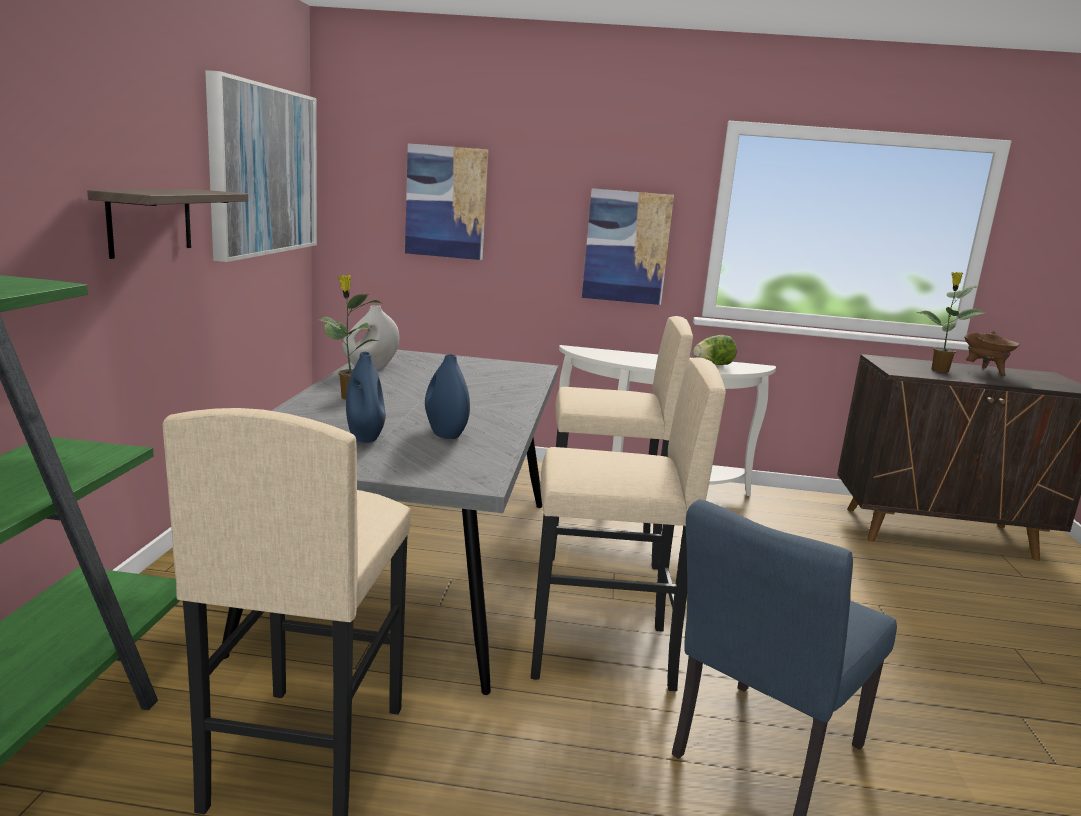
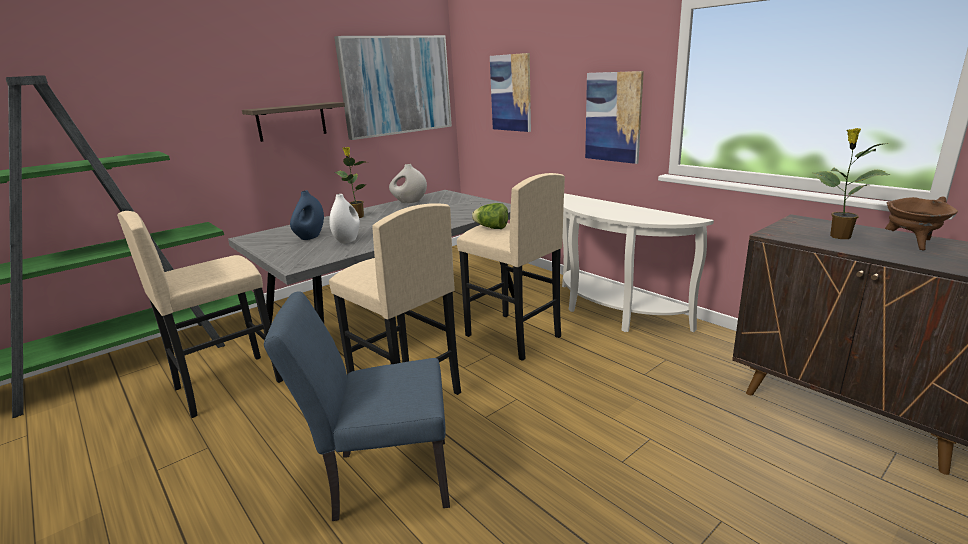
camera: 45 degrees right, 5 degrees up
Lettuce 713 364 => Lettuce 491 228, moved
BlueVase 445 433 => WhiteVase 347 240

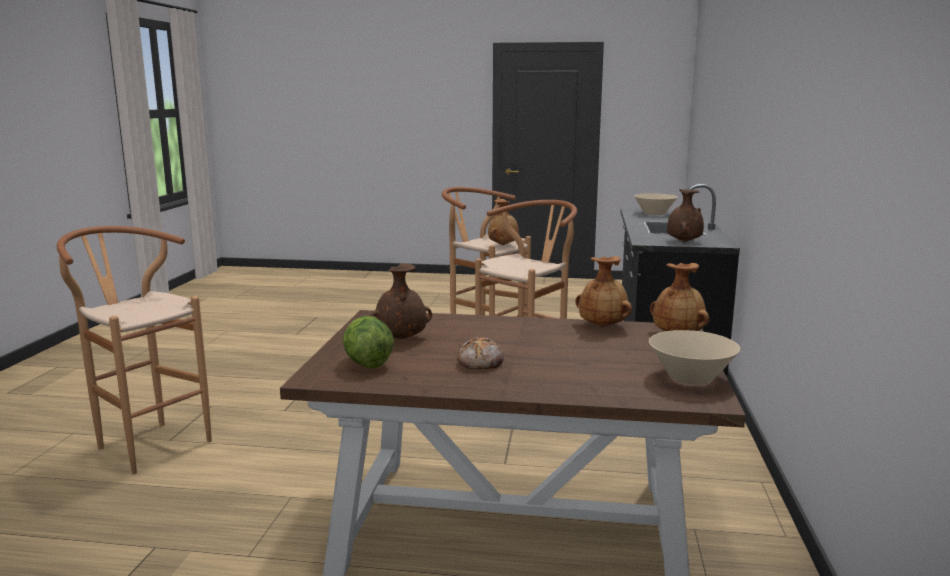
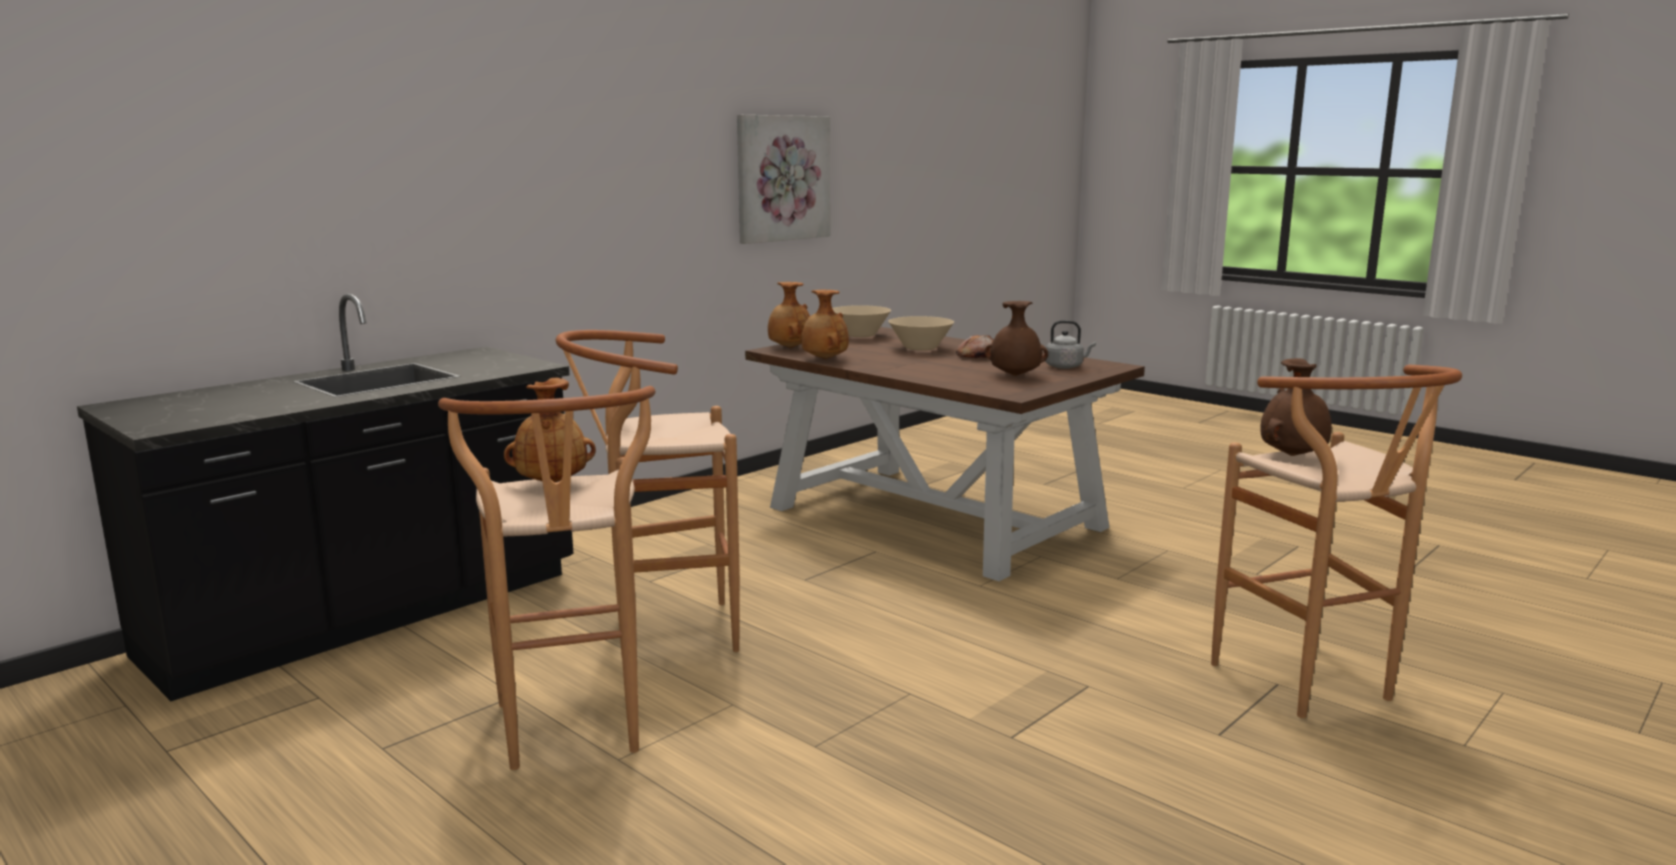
camera: 145 degrees left, 0 degrees up
BrownVase 683 241 => BrownVase 1293 455, moved
BeigeBowl 654 214 => BeigeBowl 920 348, moved
Lettuce 367 364 => GreyKettle 1066 367
nothing => Picture 782 178

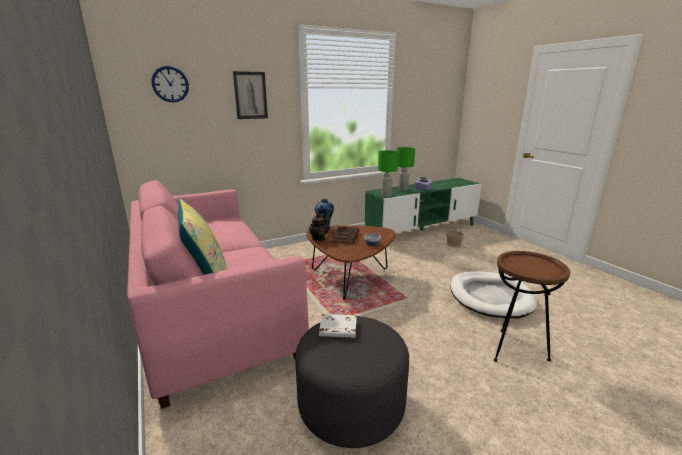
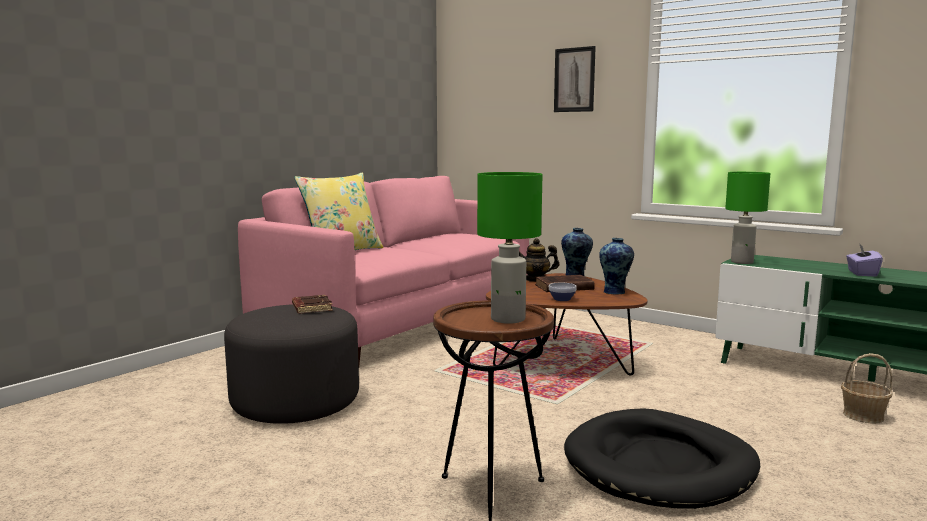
camera: 65 degrees right, 10 degrees down
WallClock 170 84 => nothing
GreenTableLamp 403 190 => GreenTableLamp 508 319, moved
WhiteDogBed 490 297 => BlackDogBed 660 465
WhiteBook 337 329 => BrownBook 311 308
nothing => Vase 615 292

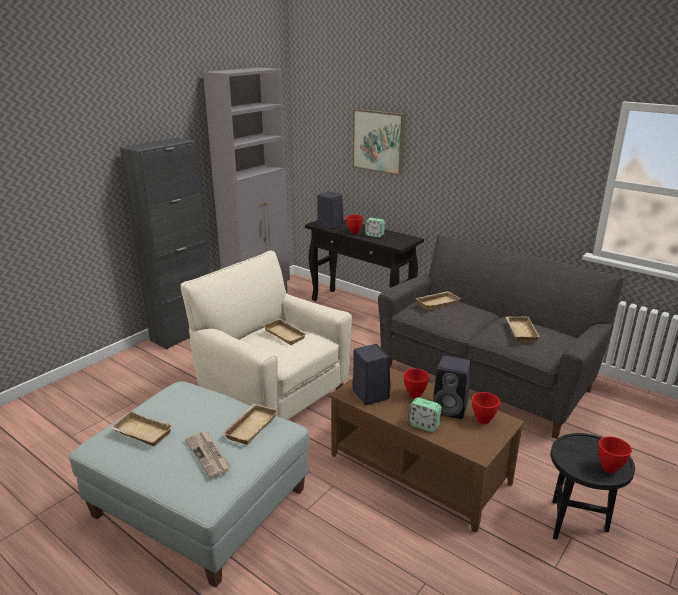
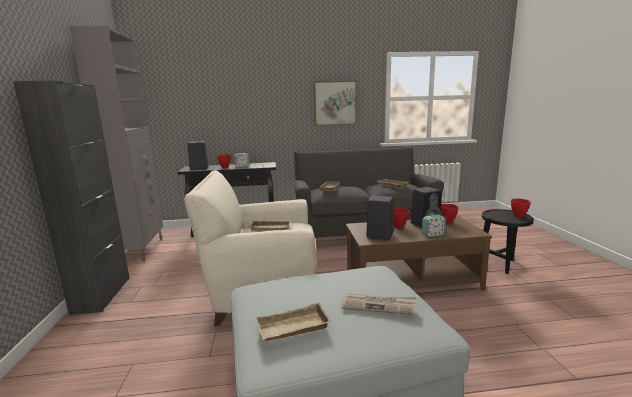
camera: 45 degrees left, 10 degrees down
Picture 378 141 => Picture 335 103, moved
BeigeTray 250 426 => nothing

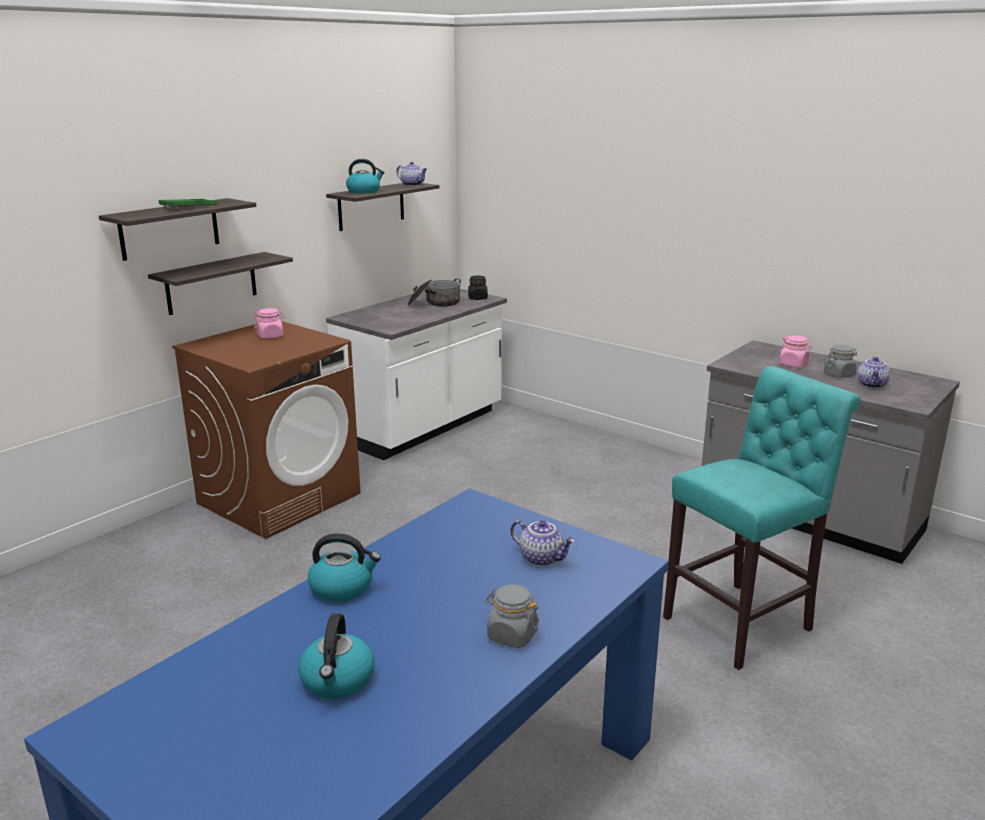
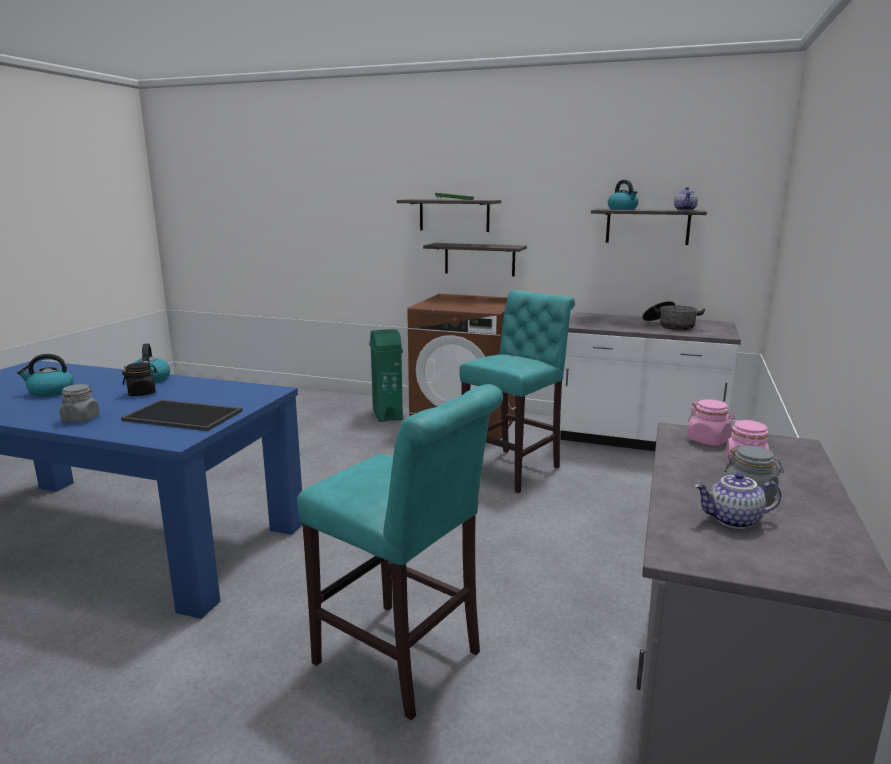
camera: 70 degrees right, 5 degrees down
BlackJar 477 298 => BlackJar 142 393, moved
PinkJar 270 336 => PinkJar 708 440, moved
Teapot 542 558 => Tray 185 415
nothing => TurquoiseStool 514 469
nothing => GreenTrashCan 387 414

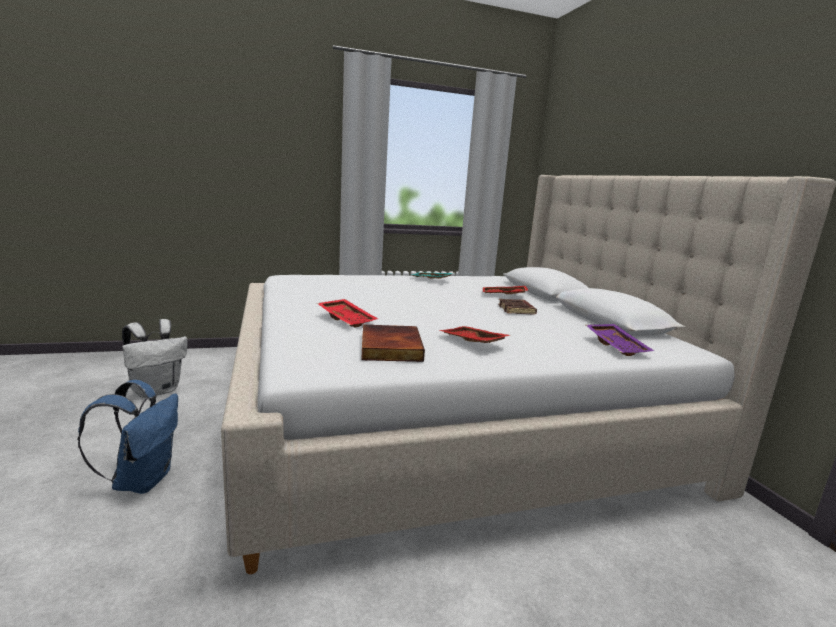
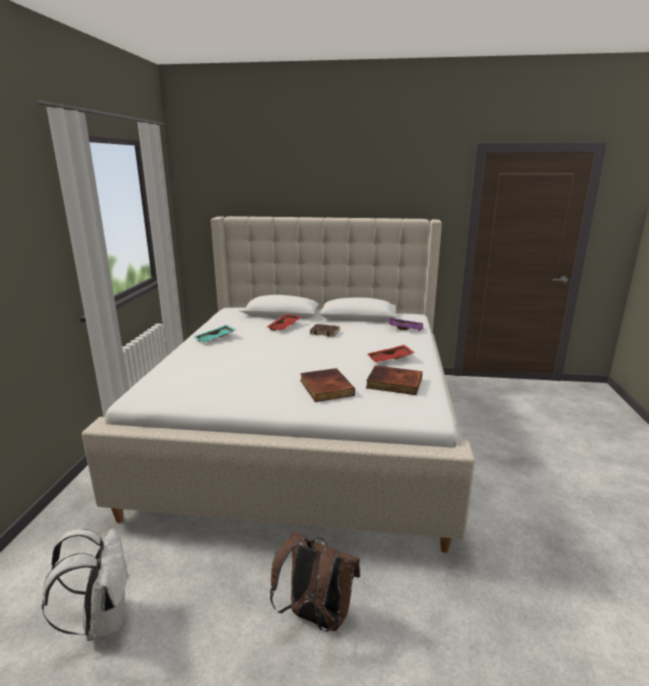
camera: 65 degrees left, 5 degrees up
RedTray 347 319 => Book 325 388
BlueBackpack 142 480 => BrownBackpack 316 616

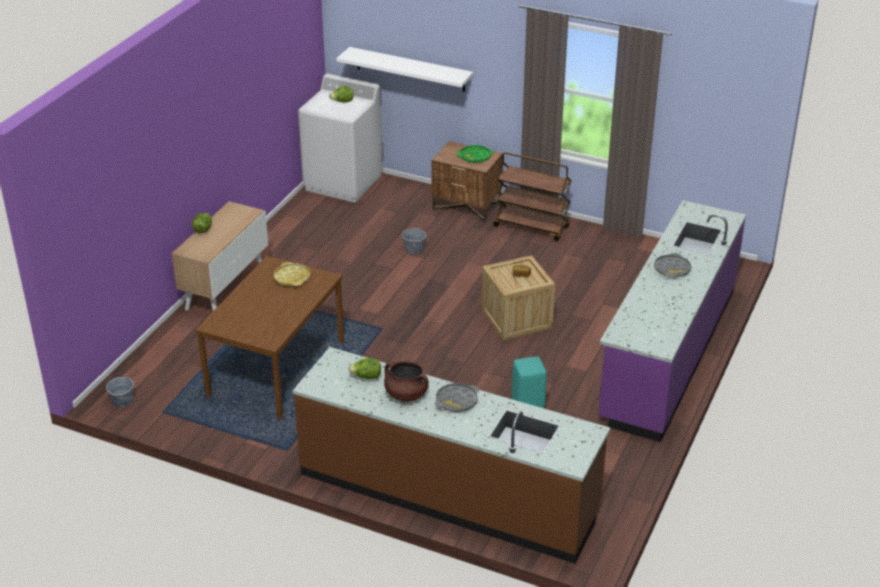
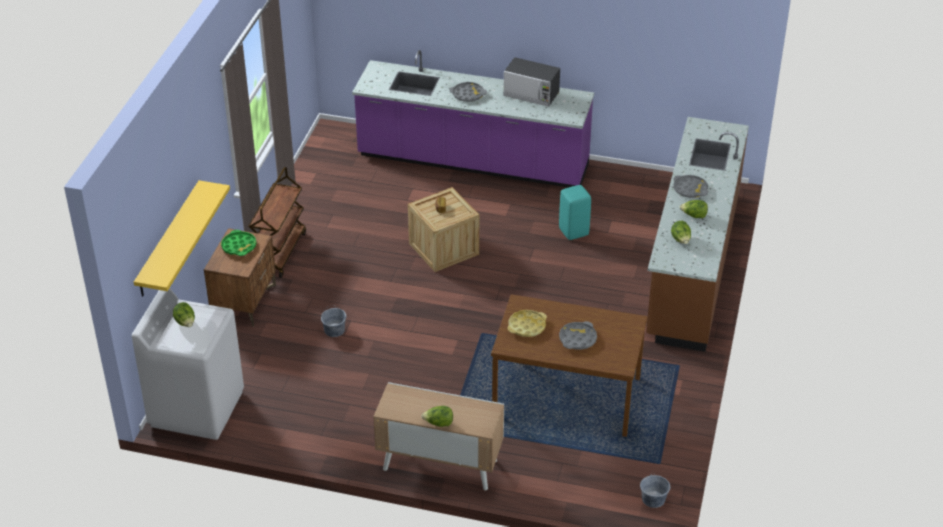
camera: 100 degrees left, 5 degrees up
WhiteShelf 410 69 => YellowShelf 169 239
BrownCookingPot 406 394 => Lettuce 694 216
nothing => Microwave 531 94
nothing => GreyTray 577 339

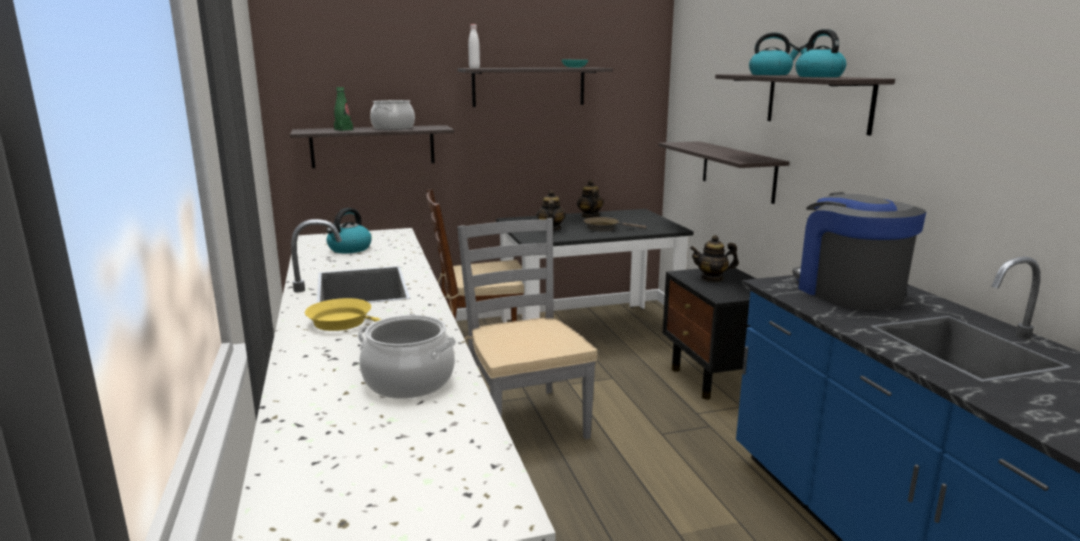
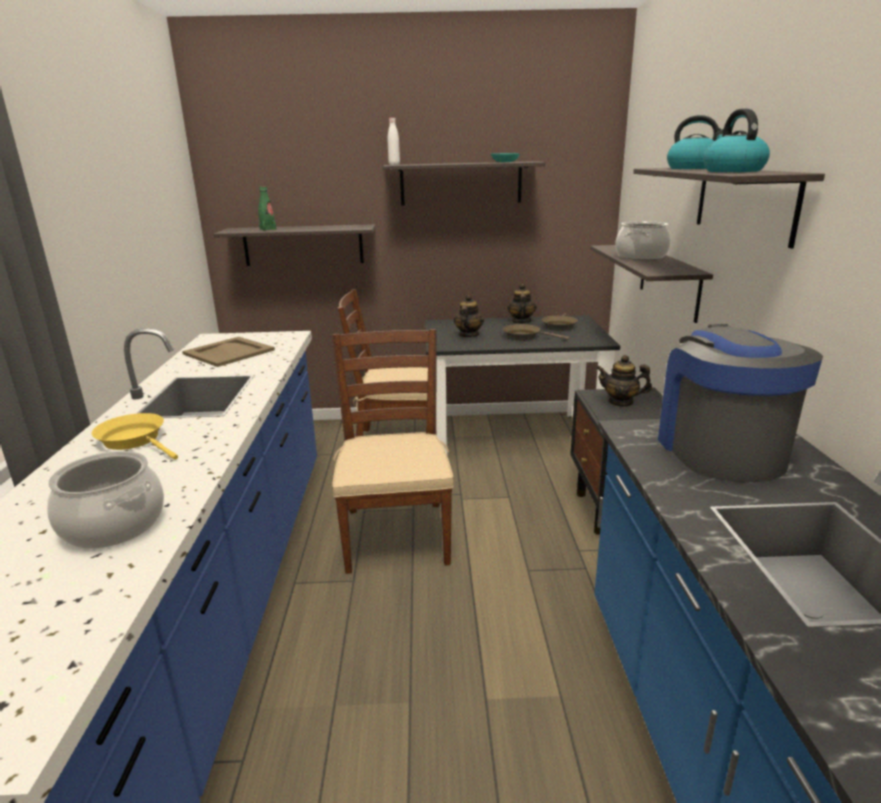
camera: 15 degrees right, 5 degrees up
CookingPot 393 128 => CookingPot 640 256, moved
Kettle 349 249 => BeigeTray 229 352
GreyChair 525 420 => BrownChair 396 534
nothing => BrownFryingPan 559 326

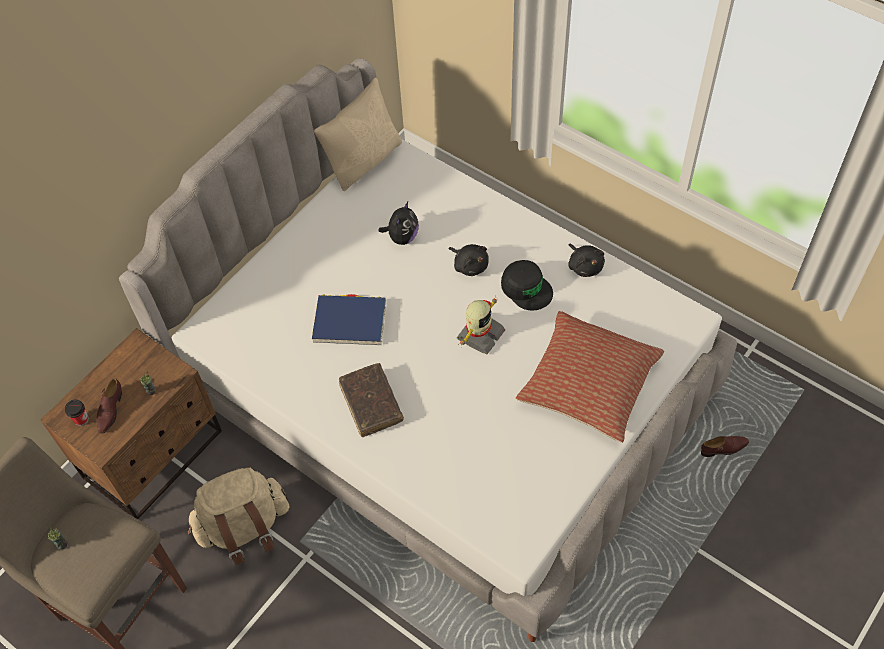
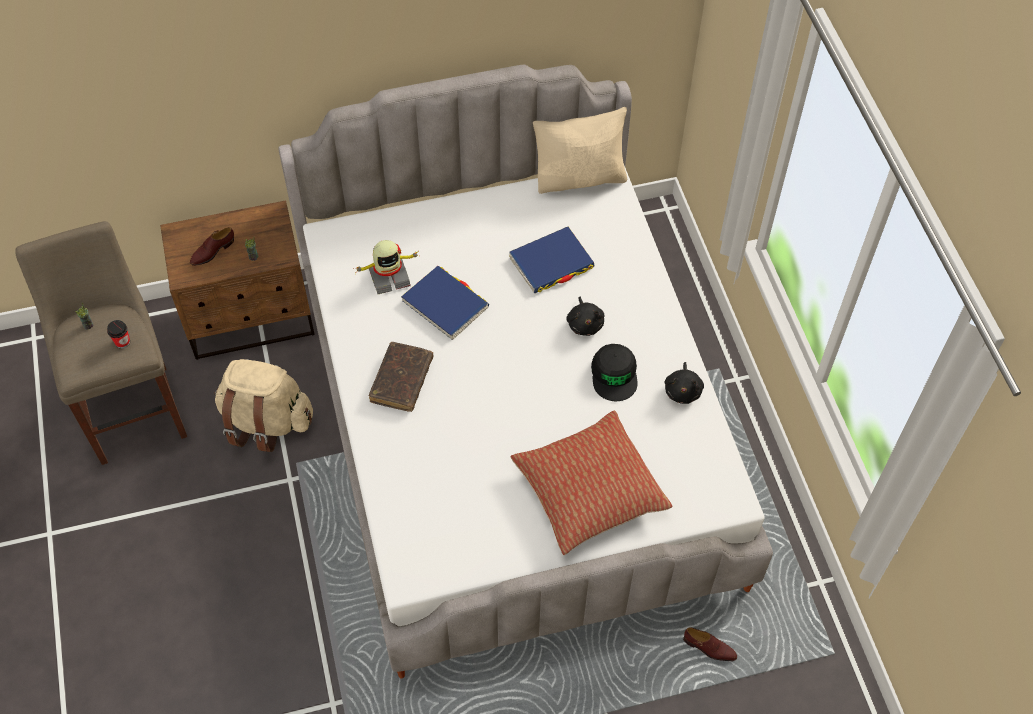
camera: 35 degrees right, 0 degrees up
PlushToy 402 237 => BlueBook 551 263
ToyRobot 479 334 => ToyRobot 389 276, moved
Cup 81 419 => Cup 122 342, moved

